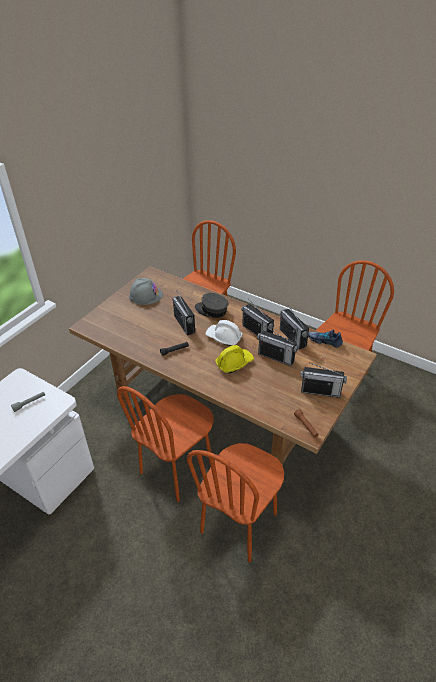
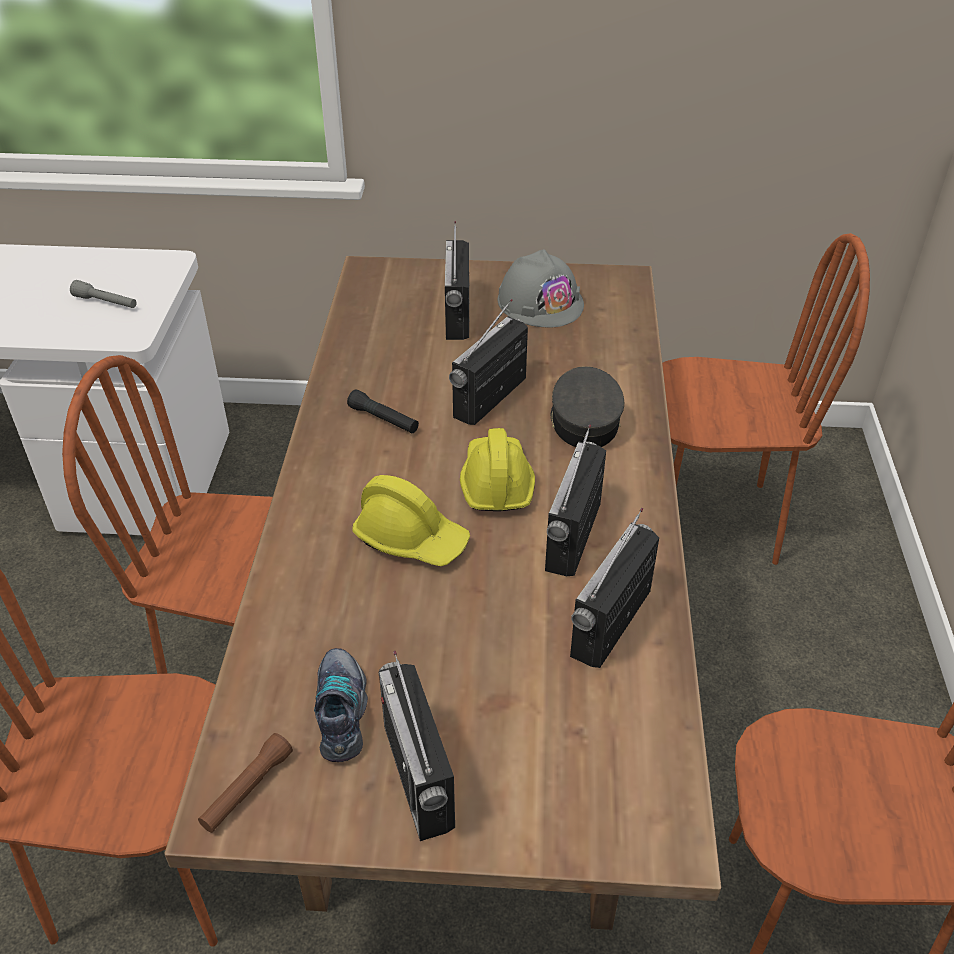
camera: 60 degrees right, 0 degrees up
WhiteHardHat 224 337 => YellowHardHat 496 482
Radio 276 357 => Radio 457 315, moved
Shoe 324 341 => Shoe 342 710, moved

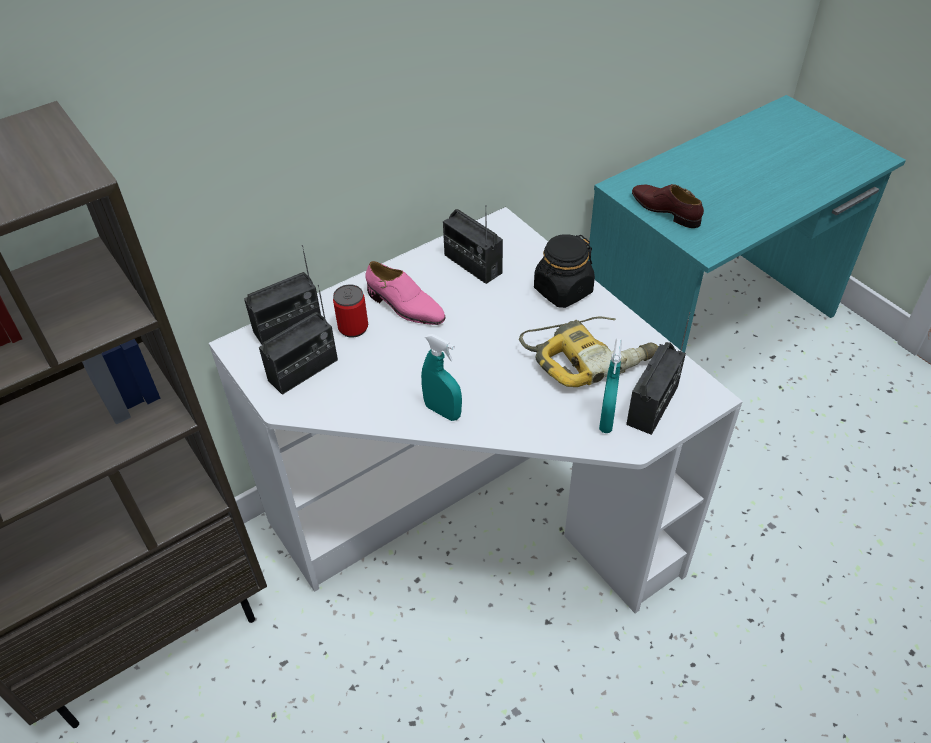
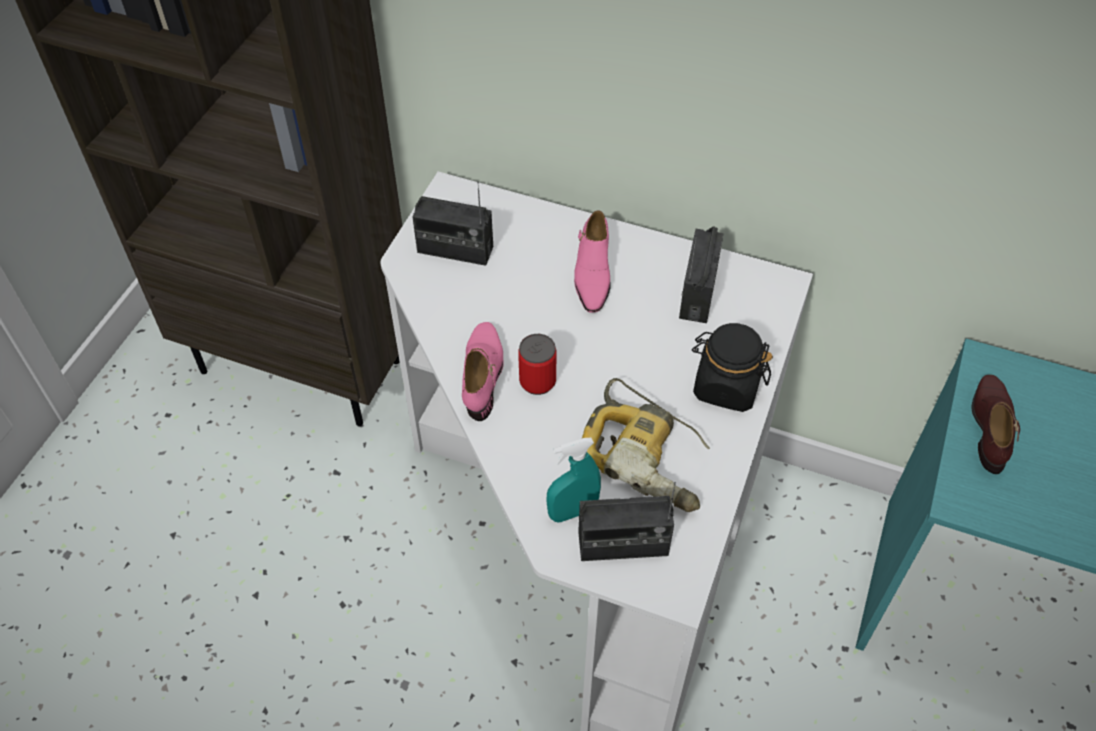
camera: 55 degrees right, 5 degrees up
Radio 288 327 => nothing
Can 353 328 => Can 537 381, moved
TurquoiseSprayBottle 442 411 => PinkShoe 483 374

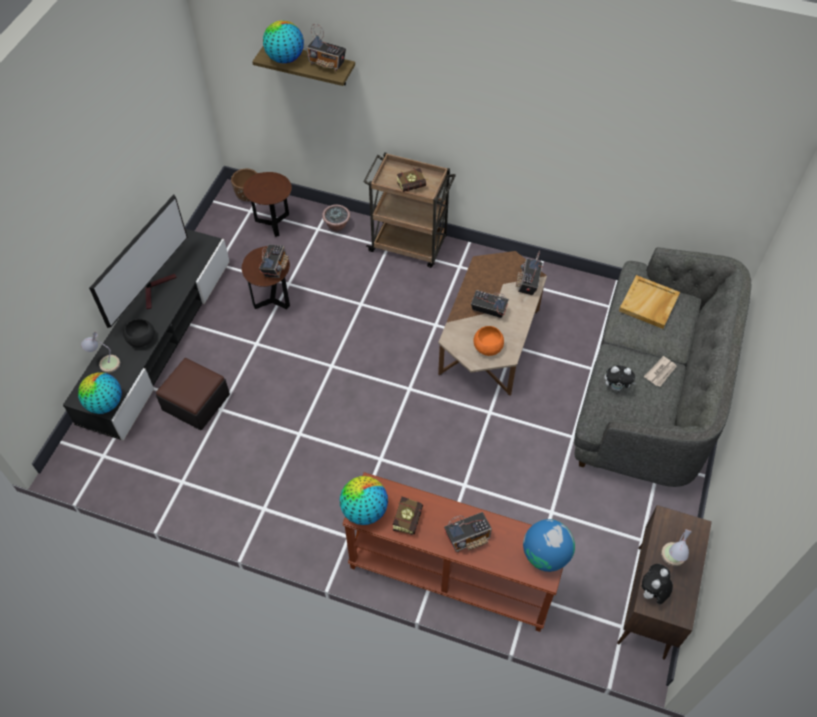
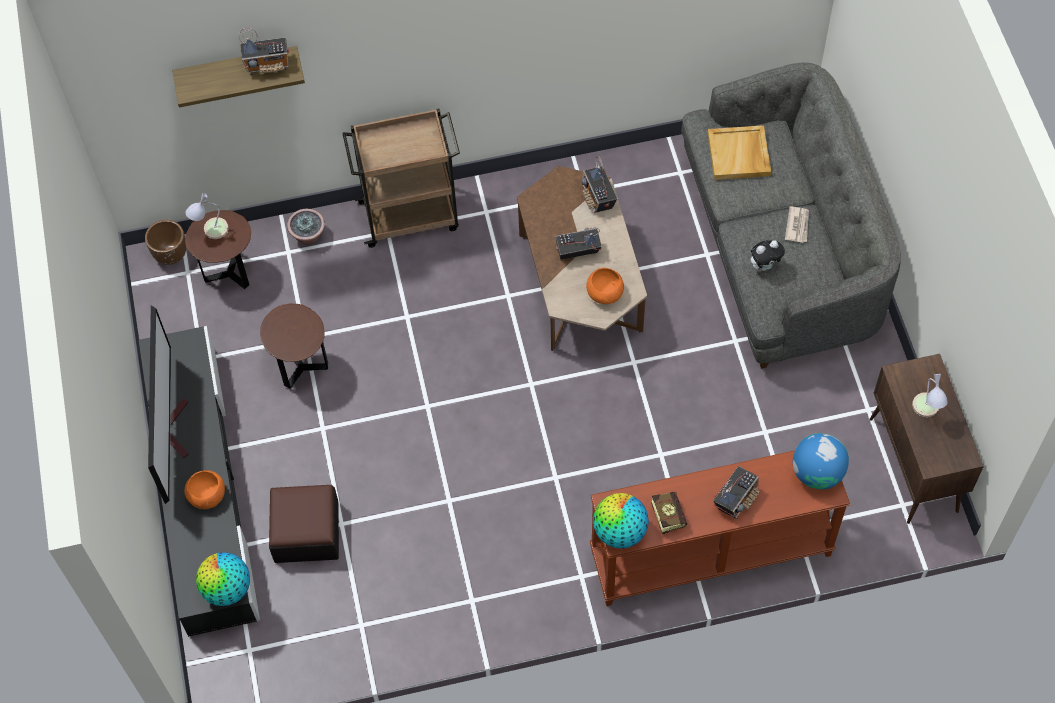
camera: 30 degrees left, 5 degrees up
Globe 285 58 => nothing
Book 414 186 => nothing
Radio 275 268 => nothing
BlackBowl 141 339 => OrangeBowl 207 496
TableLamp 105 363 => TableLamp 210 230, moved
PlushToy 652 593 => nothing

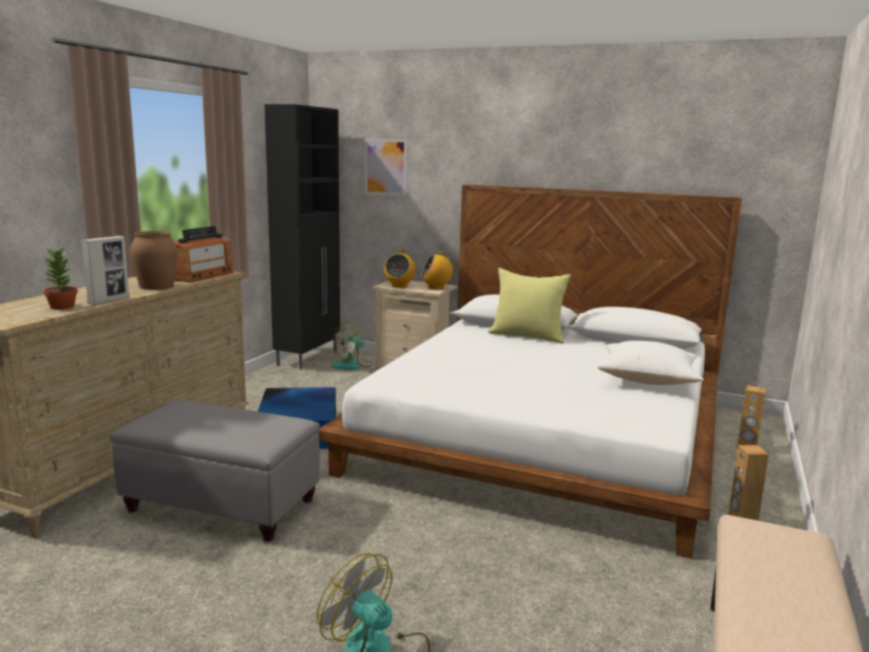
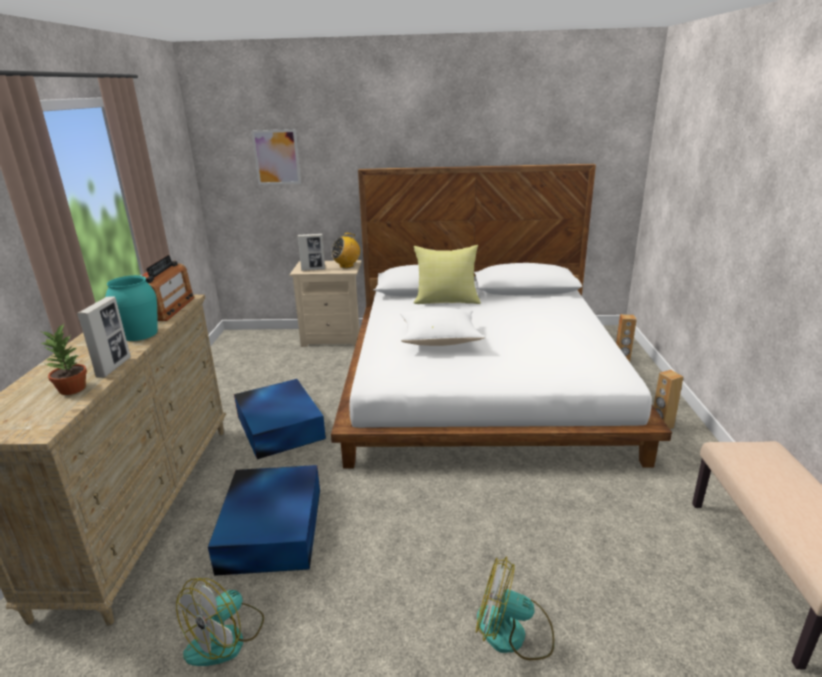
camera: 20 degrees left, 10 degrees up
BlackCabinet 309 358 => nothing
BrownVase 156 286 => TurquoiseVase 139 334
Radio 399 286 => PictureFrame 313 269
Fan 352 365 => Fan 226 637, moved
WhitePillow 649 380 => WhitePillow 440 340, moved
GreyOttoman 223 505 => BlueStorageBox 273 527

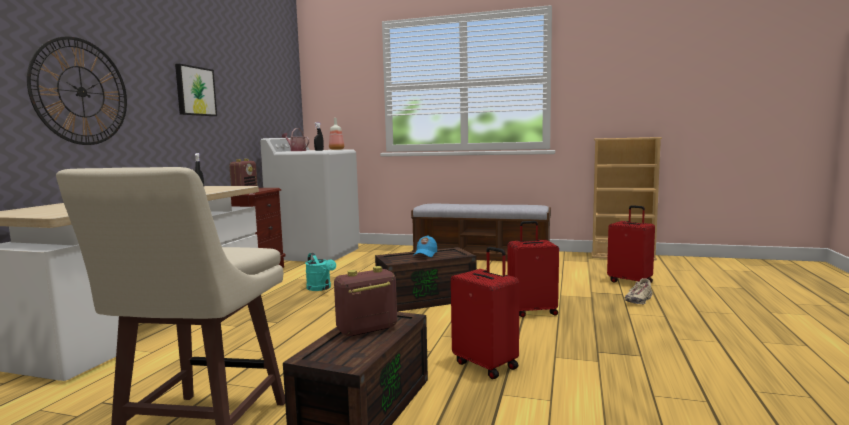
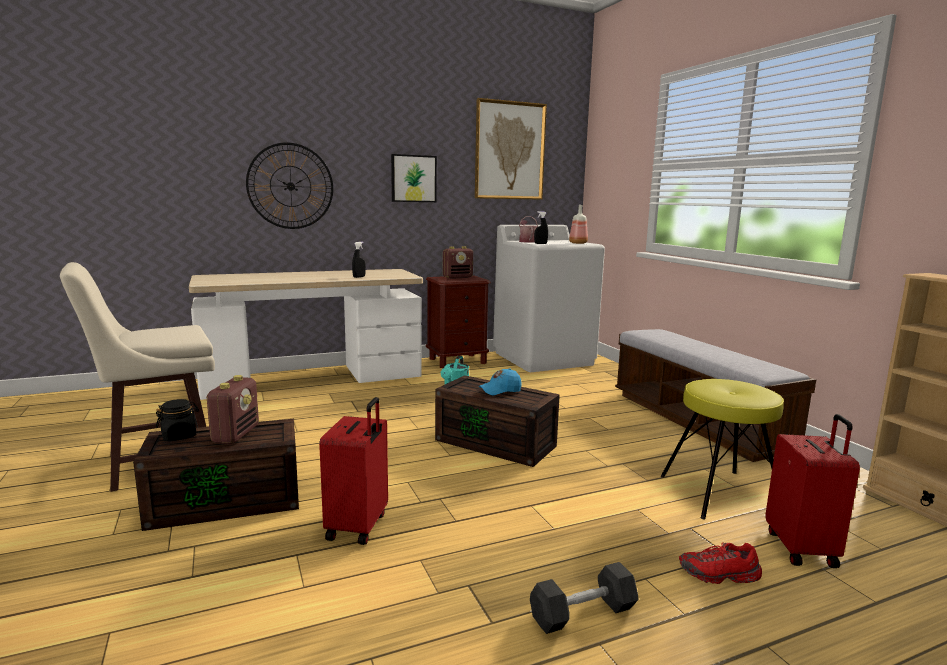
camera: 50 degrees right, 5 degrees up
RedSuitcase 532 311 => nothing
Radio 366 329 => Radio 235 434, 75 degrees clockwise
BeigeShoe 638 301 => RedShoe 719 575
nothing => Picture 509 151
nothing => YellowStool 720 494
nothing => BlackJar 179 436
nothing => BlackDumbbell 583 613

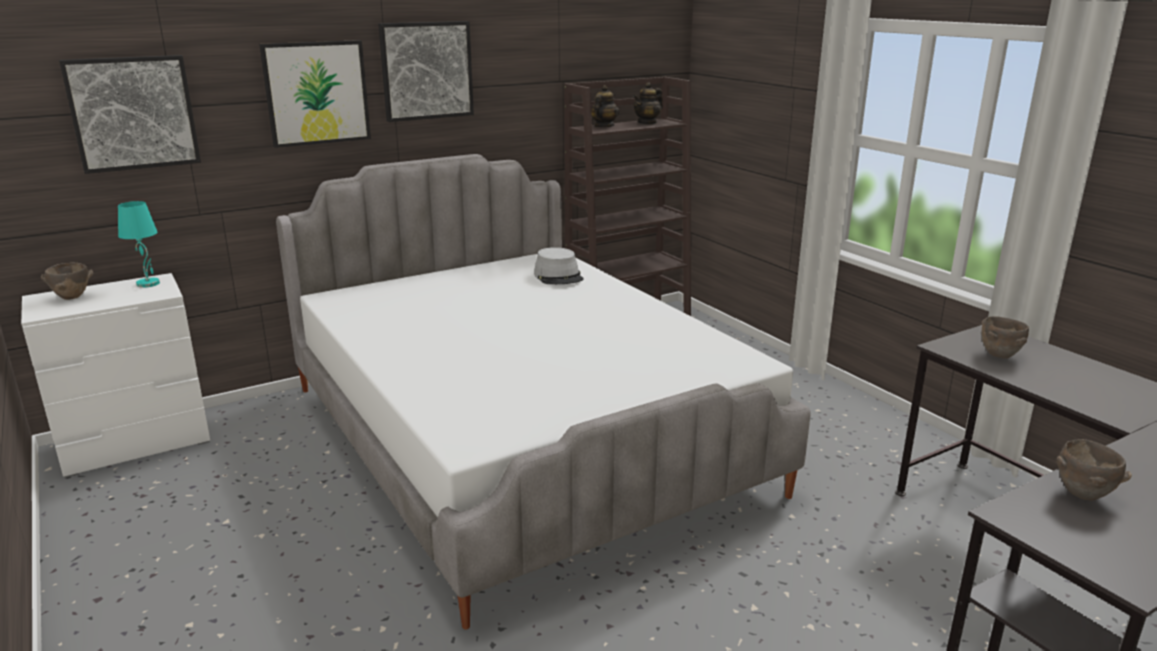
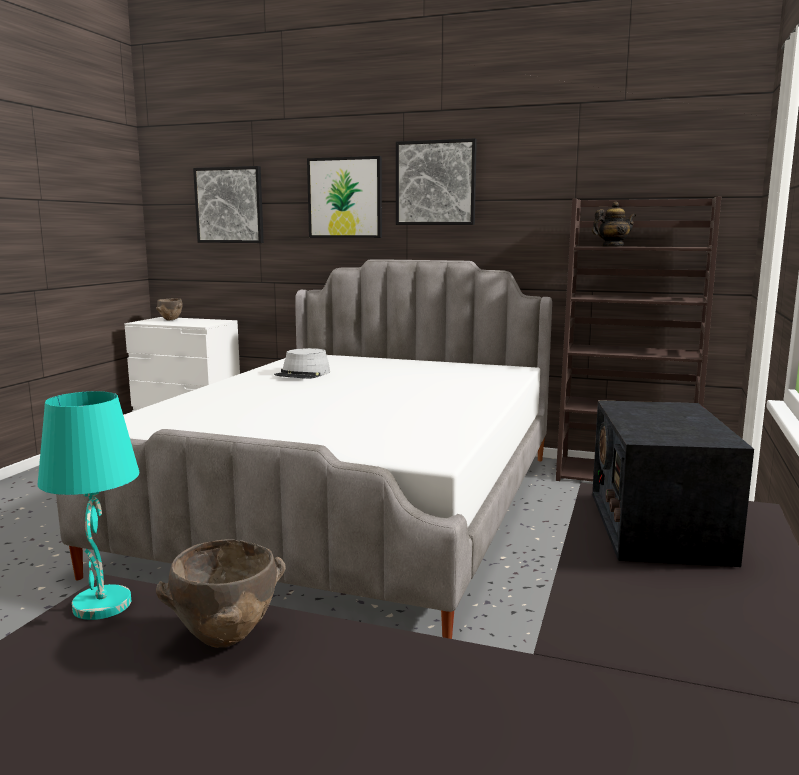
camera: 50 degrees right, 10 degrees down
Teapot 647 122 => nothing
TurquoiseTableLamp 149 284 => TurquoiseTableLamp 103 606, moved
GreyHat 559 276 => GreyHat 303 374, moved
BrownBowl 1000 356 => Radio 657 526

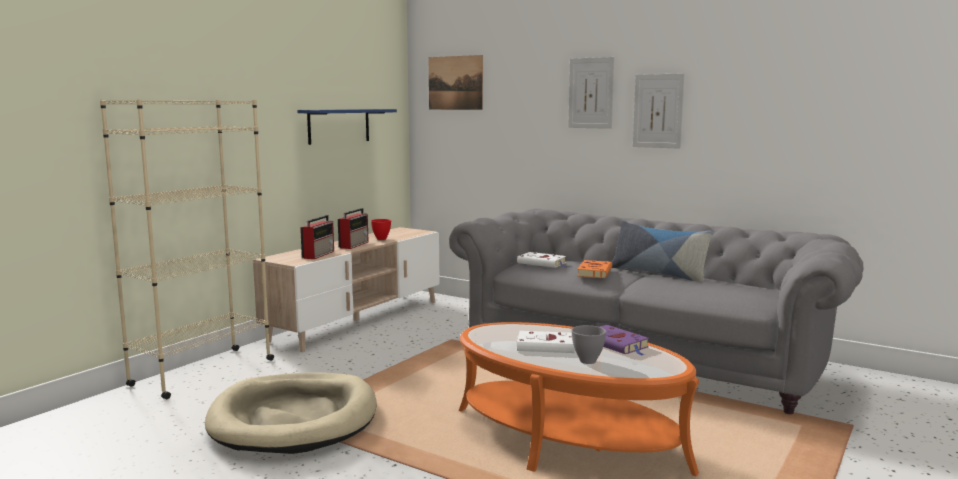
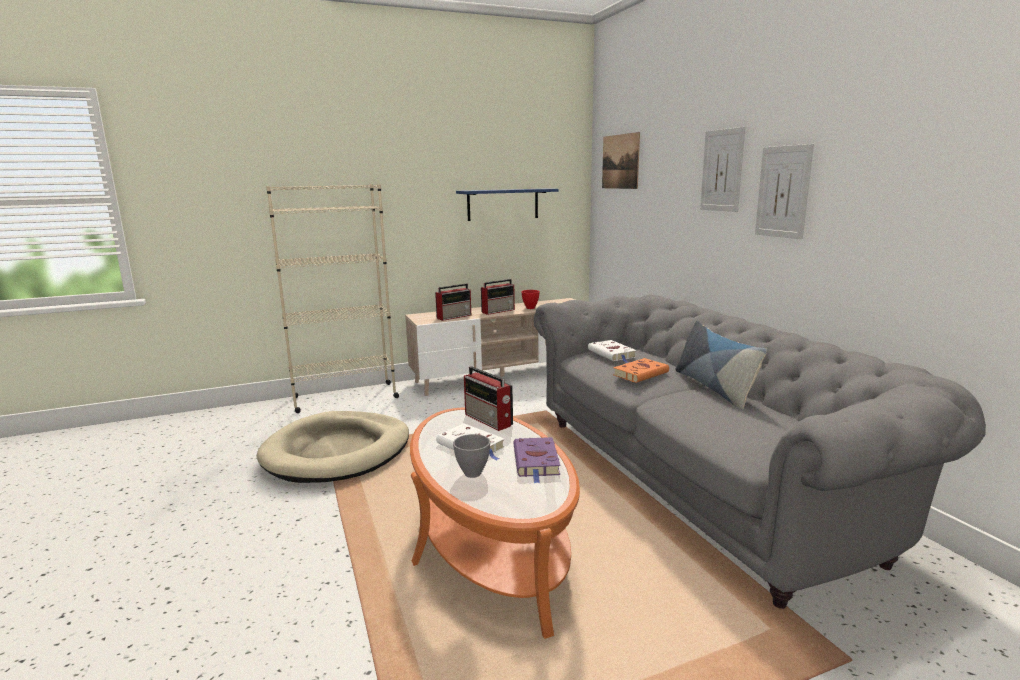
camera: 35 degrees right, 5 degrees up
nothing => Radio 489 420

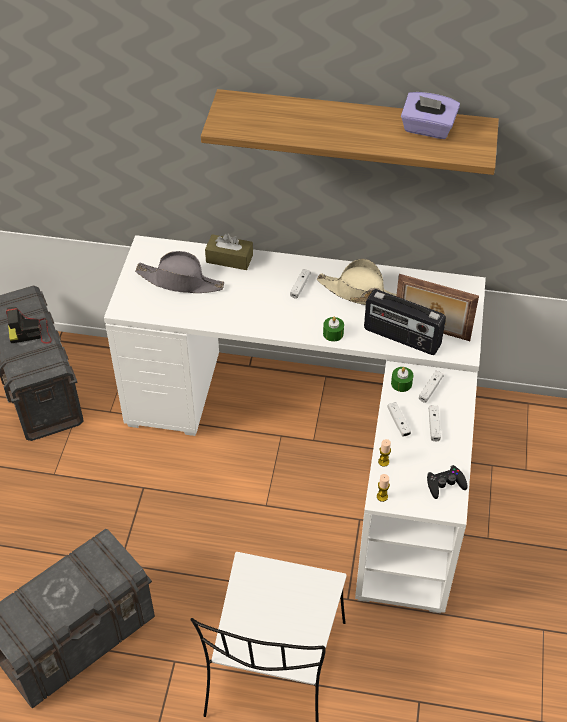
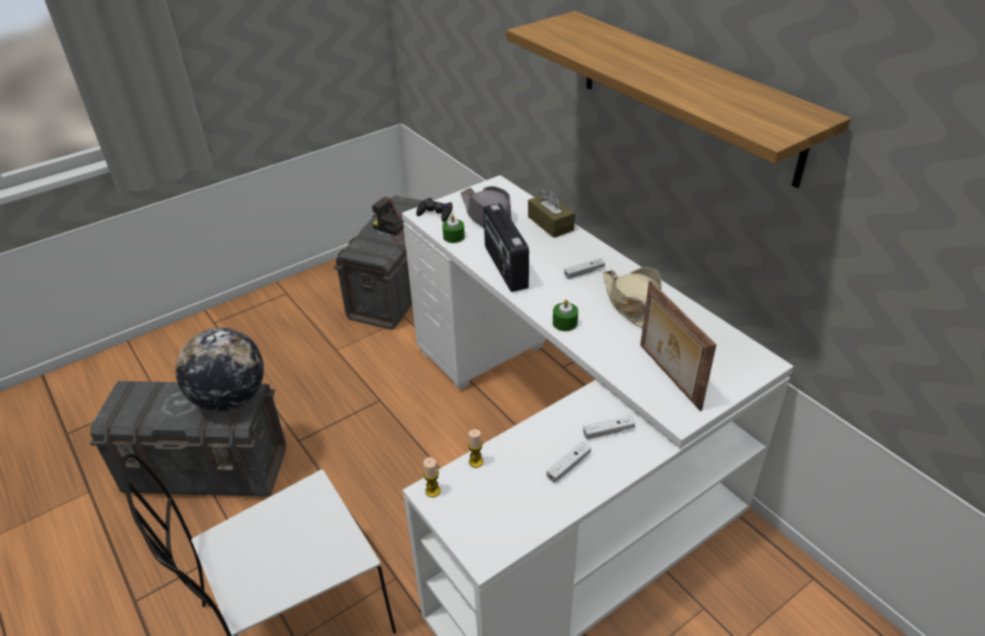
camera: 45 degrees right, 10 degrees down
PurpleTissueBox 427 129 => nothing
Radio 401 338 => Radio 504 267, moved
GreenCandle 401 383 => GreenCandle 454 237, moved
WhiteGameController 398 422 => nothing
BlackGameController 445 484 => BlackGameController 435 213, moved
nothing => Globe 230 398

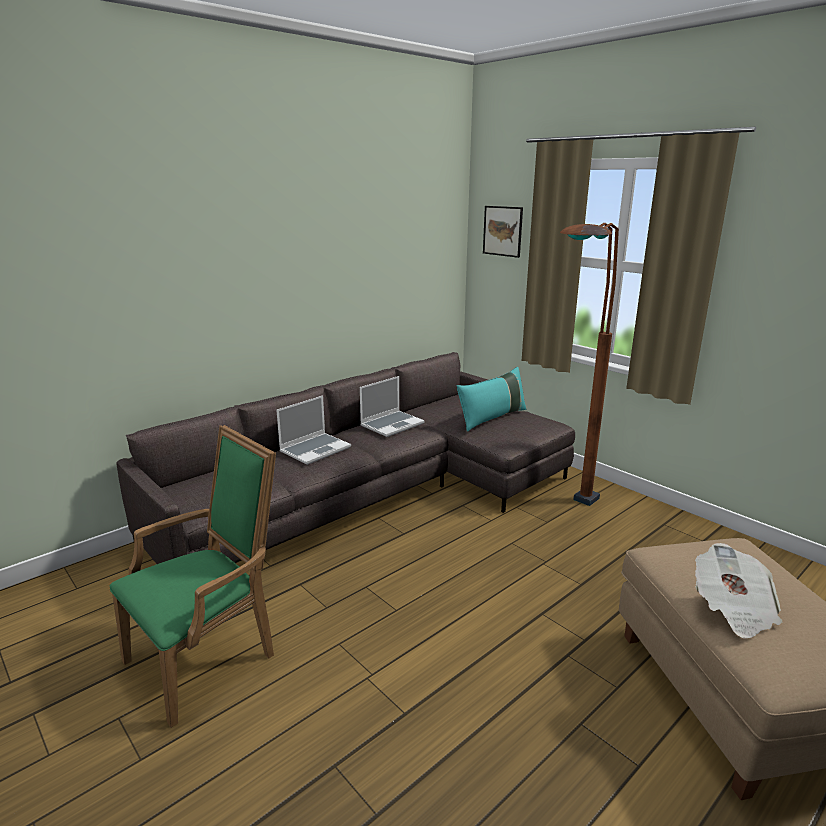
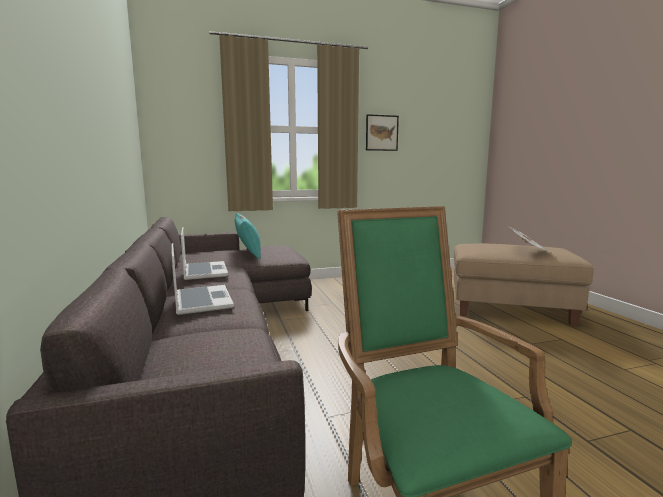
camera: 65 degrees left, 10 degrees down
Picture 502 231 => Picture 381 133, moved
BrownFloorLamp 565 514 => nothing

